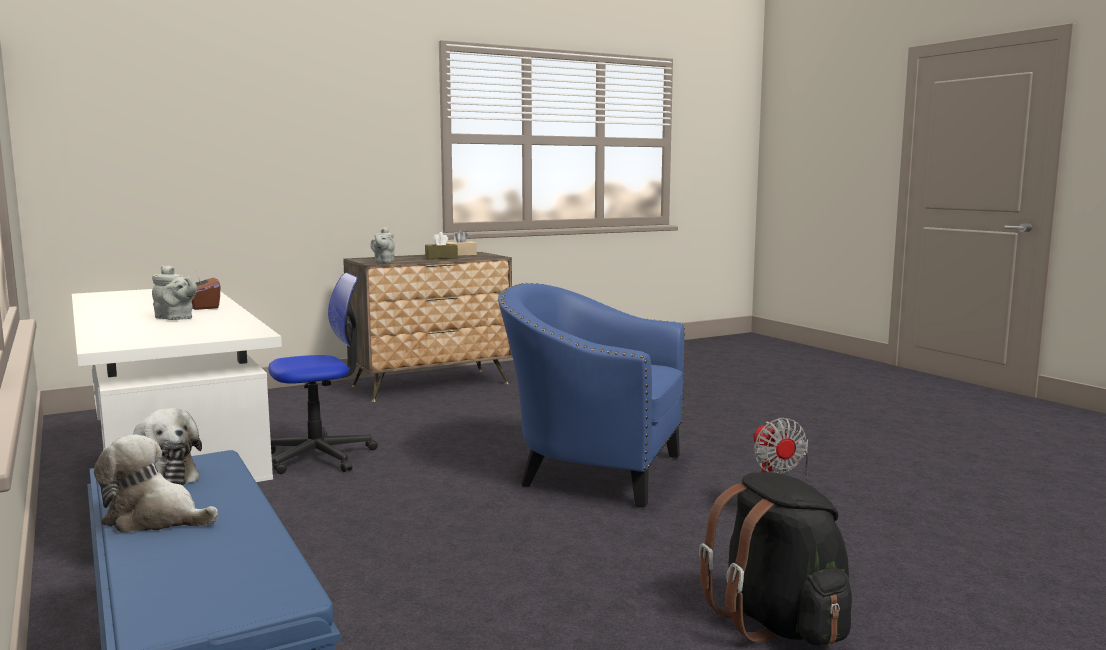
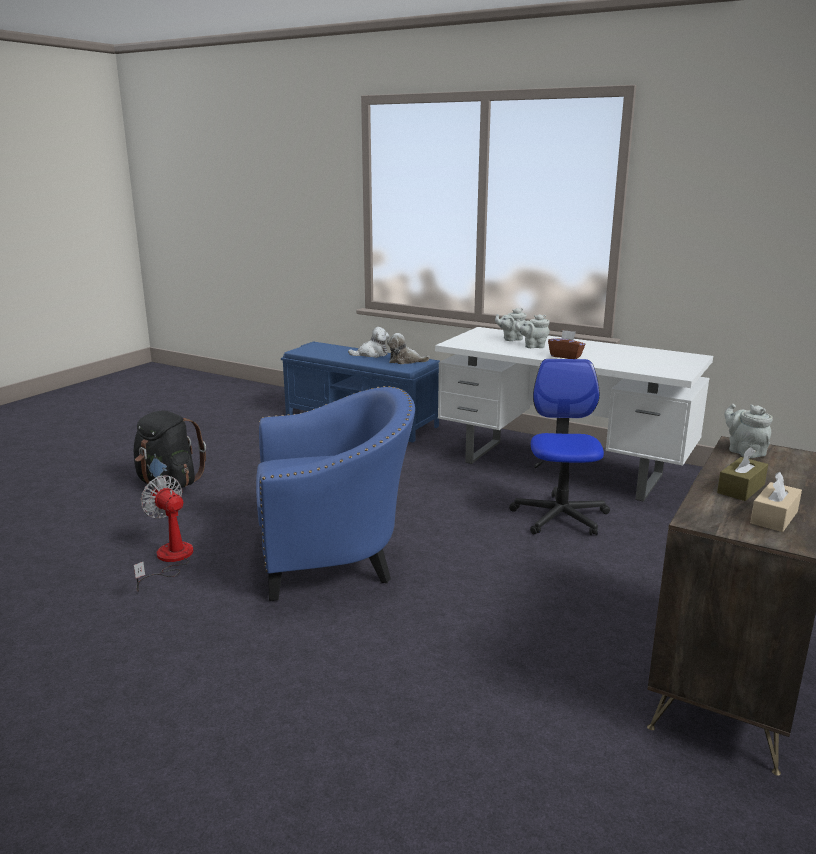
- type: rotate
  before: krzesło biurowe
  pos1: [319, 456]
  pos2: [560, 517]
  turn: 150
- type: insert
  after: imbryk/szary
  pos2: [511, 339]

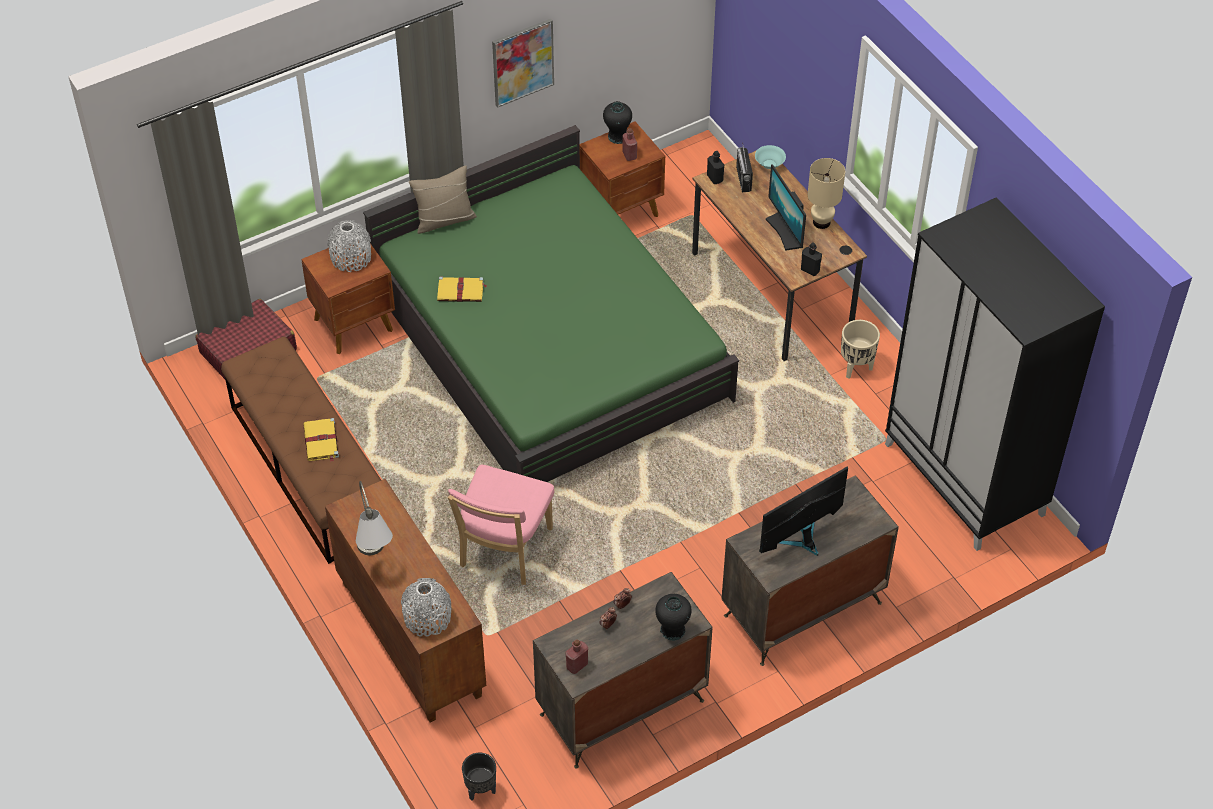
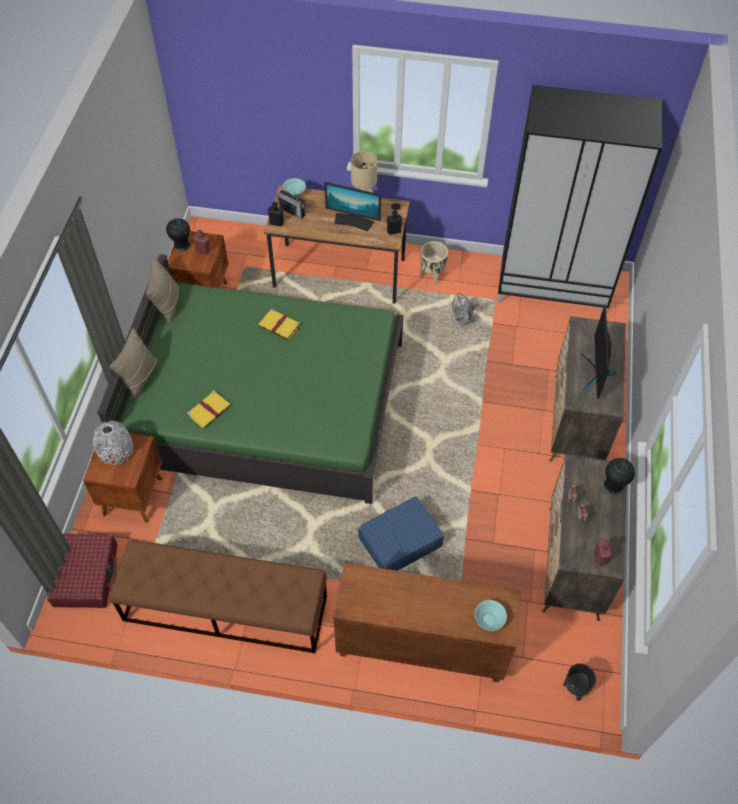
- type: move
  before: książka/żółty
  pos1: [321, 442]
  pos2: [280, 326]
- type: delete
  before: lampa stołowa/szary
  pos1: [374, 559]
- type: replace
  before: wazon/szary
  after: miska/turkusowy
  pos1: [427, 617]
  pos2: [489, 619]
- type: replace
  before: krzesło/różowy
  after: walizka/niebieski
  pos1: [503, 551]
  pos2: [399, 541]
- type: delete
  before: obraz
  pos1: [522, 62]
- type: insert
  after: poduszka/beżowy
  pos2: [167, 304]
- type: insert
  after: wentylator/szary
  pos2: [463, 322]

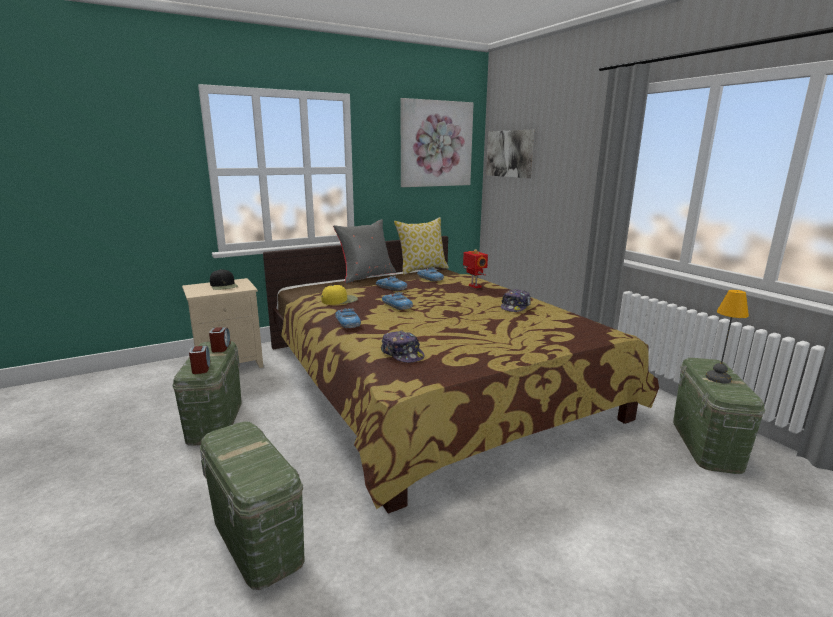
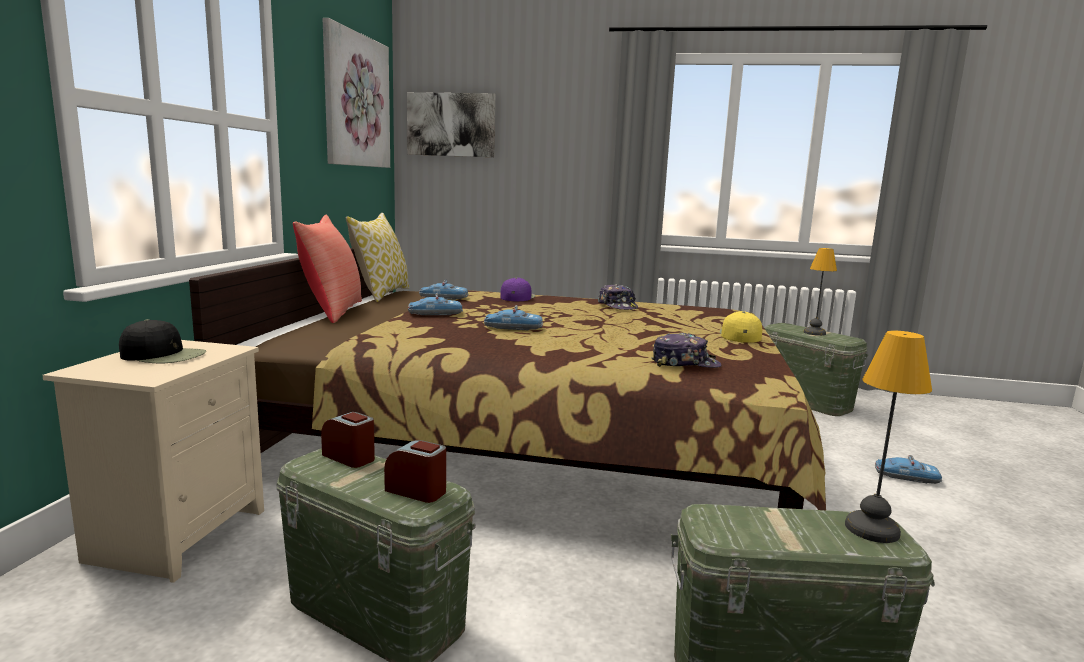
- type: move
  before: czapka z daszkiem/żółty
  pos1: [340, 300]
  pos2: [739, 335]
- type: recolor
  before: poduszka/szary
  after: poduszka/czerwony
  pos1: [366, 276]
  pos2: [332, 311]
- type: move
  before: samochodzik
  pos1: [347, 323]
  pos2: [906, 477]
- type: replace
  before: robot zabawkowy
  after: czapka z daszkiem/fioletowy
  pos1: [474, 286]
  pos2: [517, 297]
- type: insert
  after: lampa stołowa
  pos2: [873, 529]

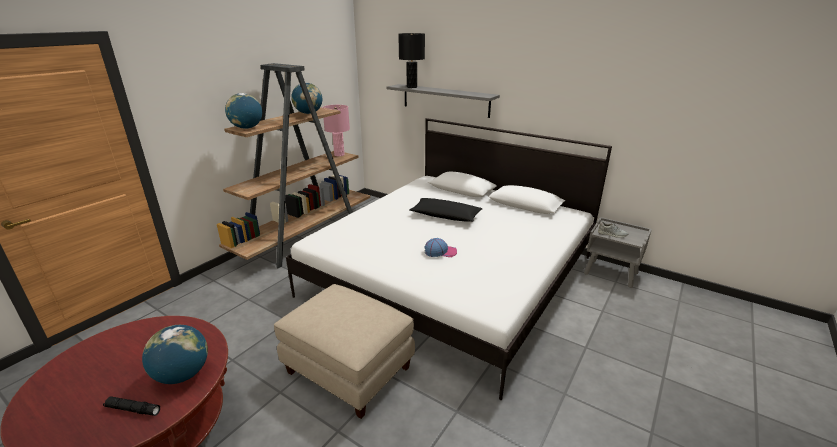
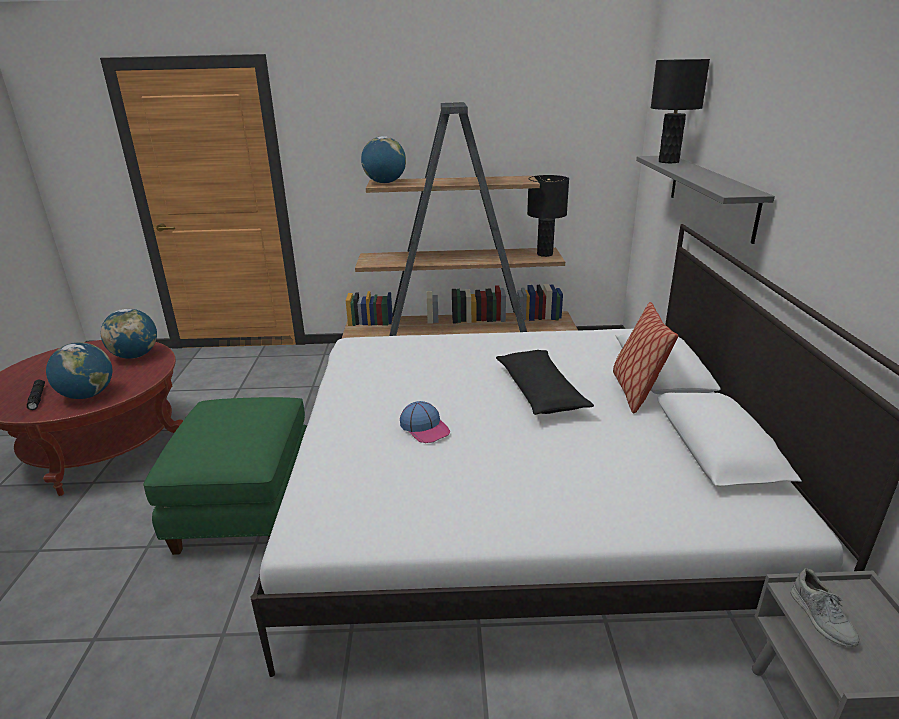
- type: recolor
  before: pufa/beżowy
  after: pufa/zielony
  pos1: [350, 369]
  pos2: [247, 506]
- type: move
  before: globus
  pos1: [308, 113]
  pos2: [135, 356]
- type: recolor
  before: lampa stołowa/różowy
  after: lampa stołowa/czarny
  pos1: [339, 154]
  pos2: [545, 254]
- type: insert
  after: poduszka
  pos2: [635, 392]

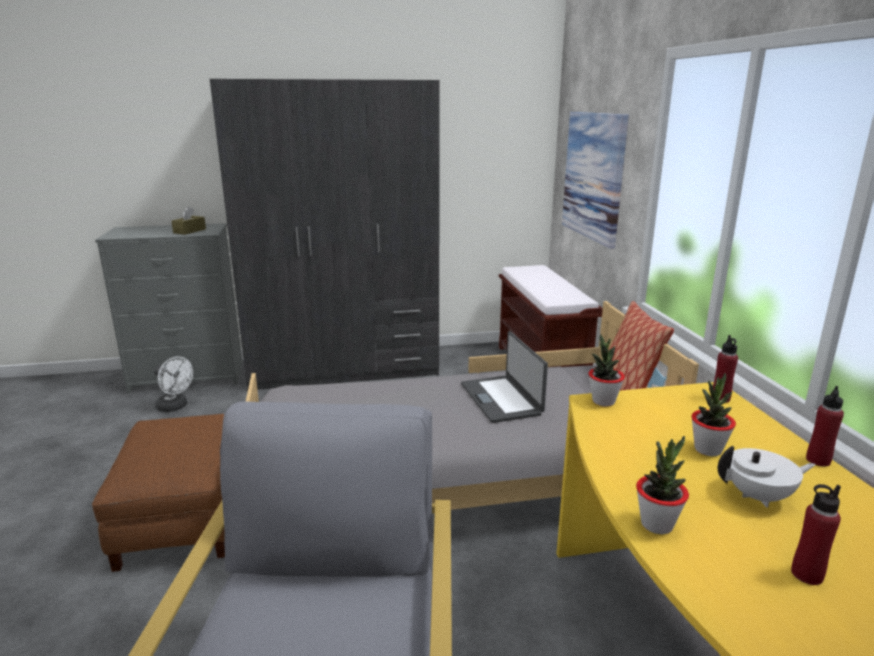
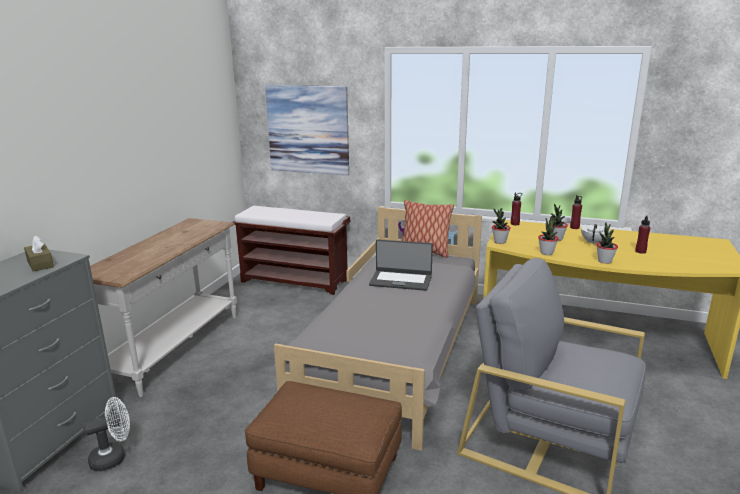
- type: replace
  before: szafa/szary
  after: stolik konsolowy/biały
  pos1: [344, 368]
  pos2: [176, 349]
- type: insert
  after: roślina doniczkowa
  pos2: [546, 253]

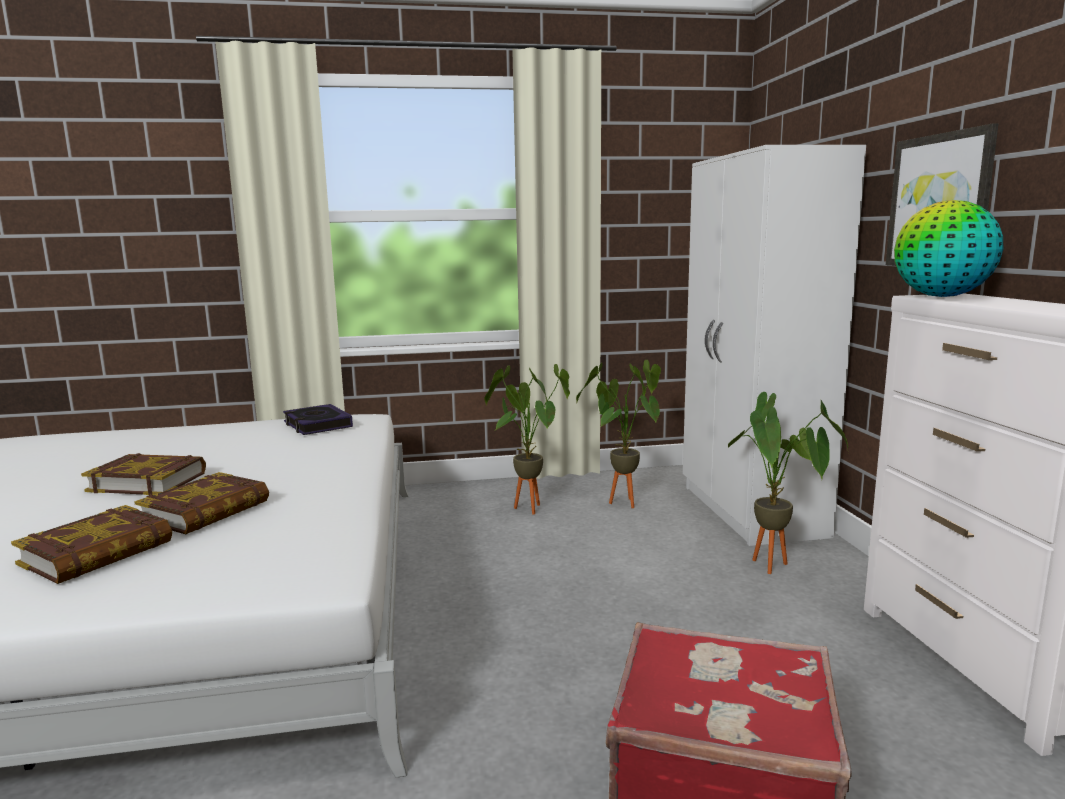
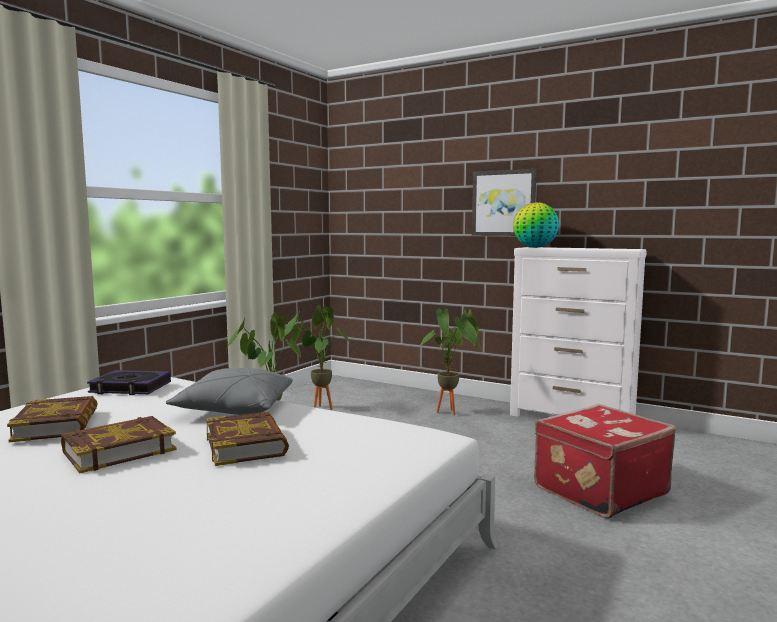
- type: move
  before: książka
  pos1: [97, 553]
  pos2: [57, 425]
- type: delete
  before: szafa/biały
  pos1: [750, 511]
- type: insert
  after: poduszka/szary
  pos2: [234, 409]

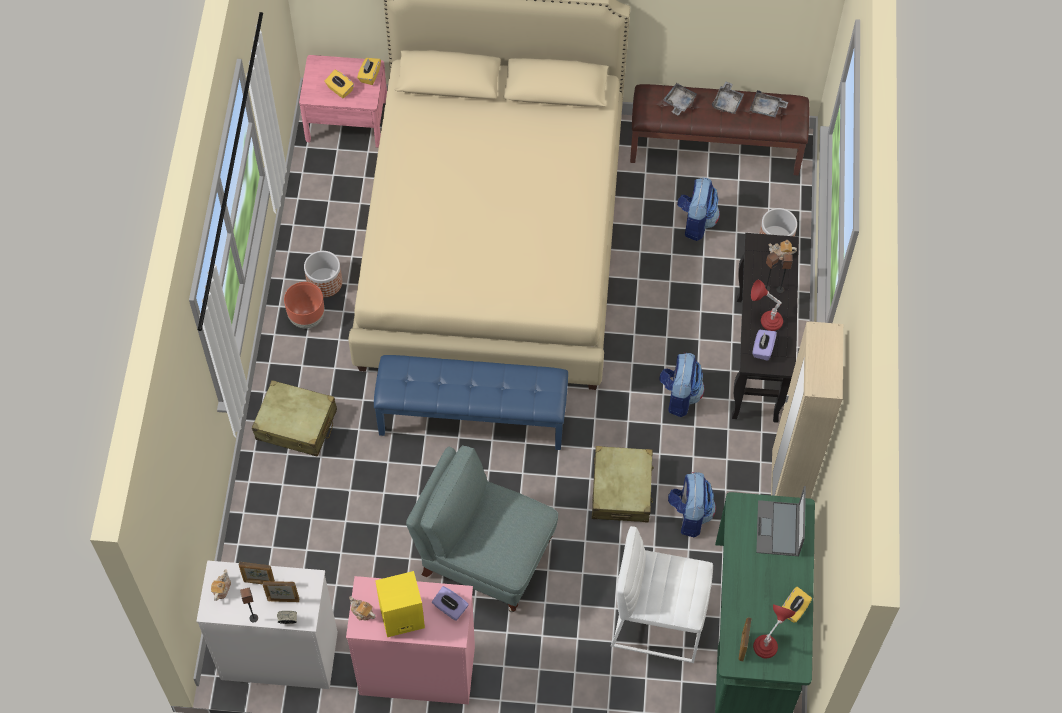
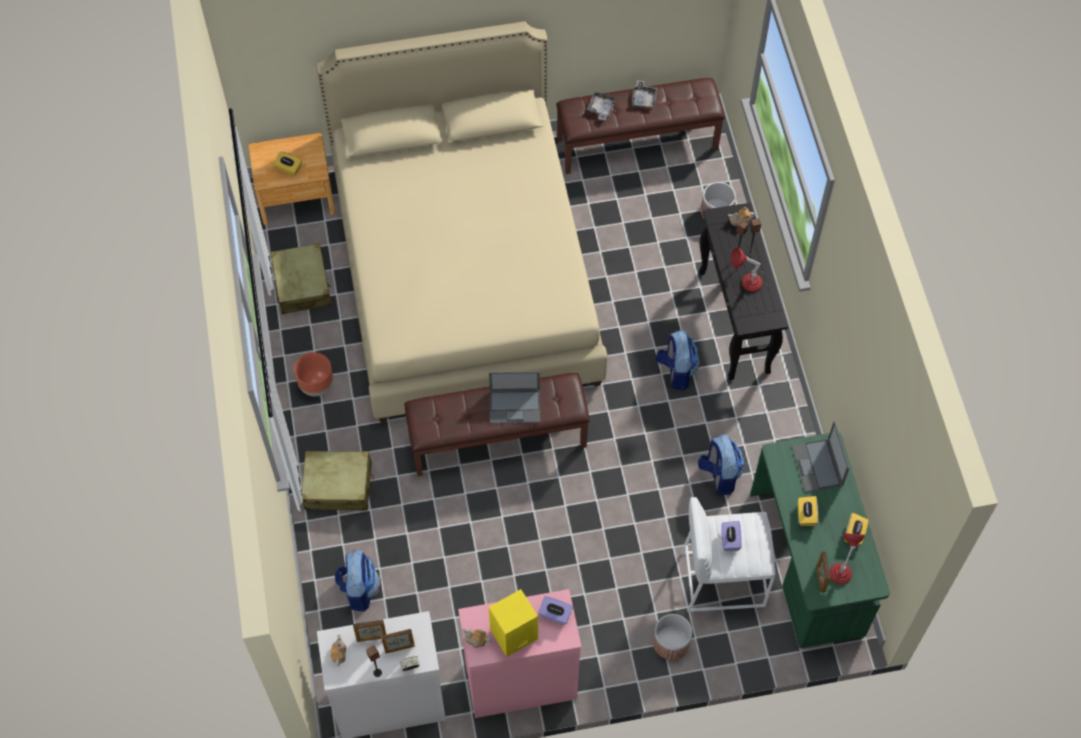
- type: recolor
  before: szafka nocna/różowy
  after: szafka nocna/brązowy
  pos1: [346, 120]
  pos2: [296, 196]
- type: move
  before: donica
  pos1: [324, 282]
  pos2: [671, 643]
- type: move
  before: pudełko chusteczek/żółty
  pos1: [369, 76]
  pos2: [806, 515]
- type: recolor
  before: ławka/niebieski
  after: ławka/brązowy
  pos1: [473, 417]
  pos2: [498, 438]
- type: delete
  before: fotel/szary
  pos1: [485, 557]
- type: move
  before: walizka/beżowy
  pos1: [621, 490]
  pos2: [302, 285]
- type: move
  before: plecak
  pos1: [696, 222]
  pos2: [359, 589]
- type: delete
  before: taca/szary
  pos1: [766, 108]
- type: move
  before: pudełko chusteczek/fioletowy
  pos1: [762, 349]
  pos2: [730, 540]
- type: delete
  before: szafa/beżowy
  pos1: [786, 488]
- type: insert
  after: laptop
  pos2: [515, 406]

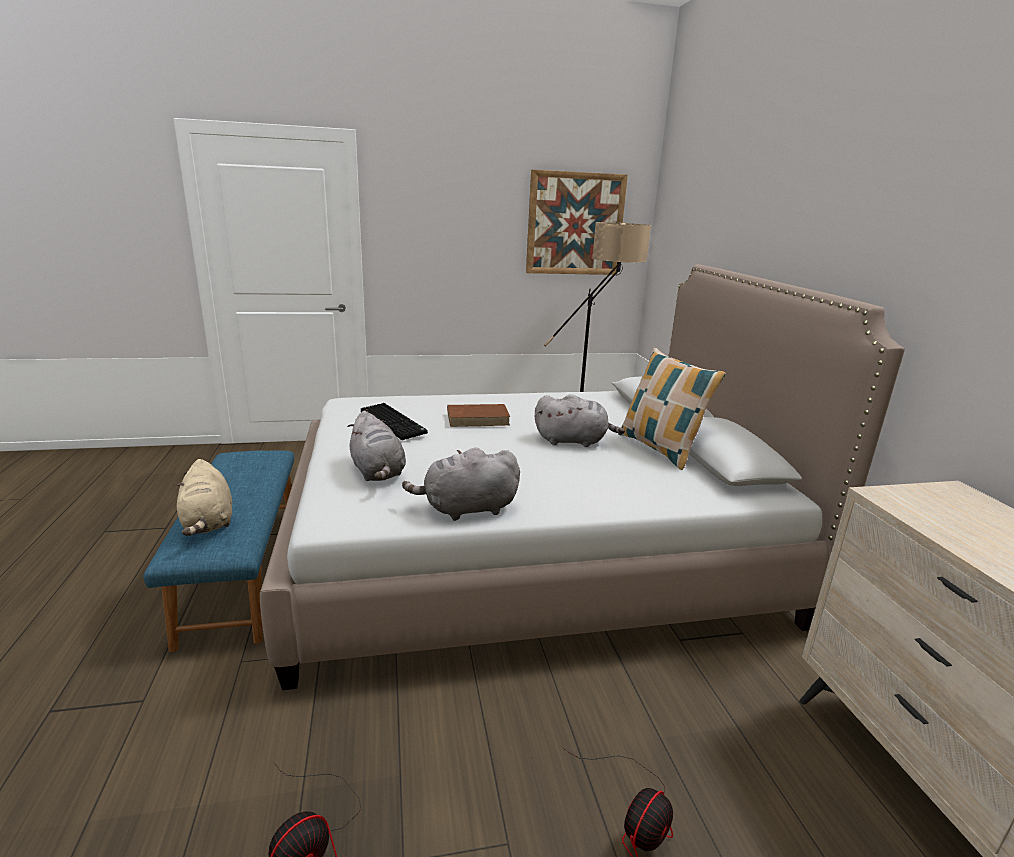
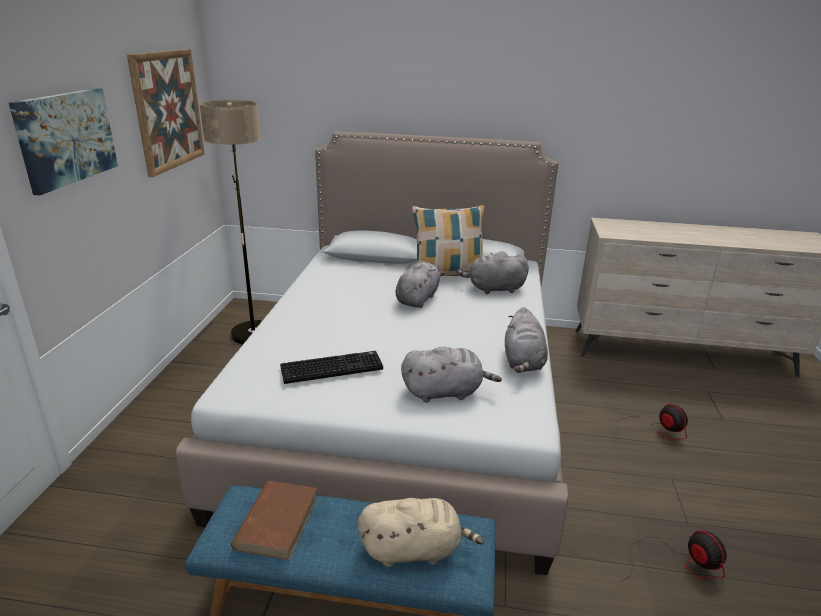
- type: move
  before: książka/brązowy
  pos1: [478, 418]
  pos2: [277, 521]
- type: insert
  after: obraz
  pos2: [66, 138]
- type: insert
  after: pluszak/szary
  pos2: [493, 289]

